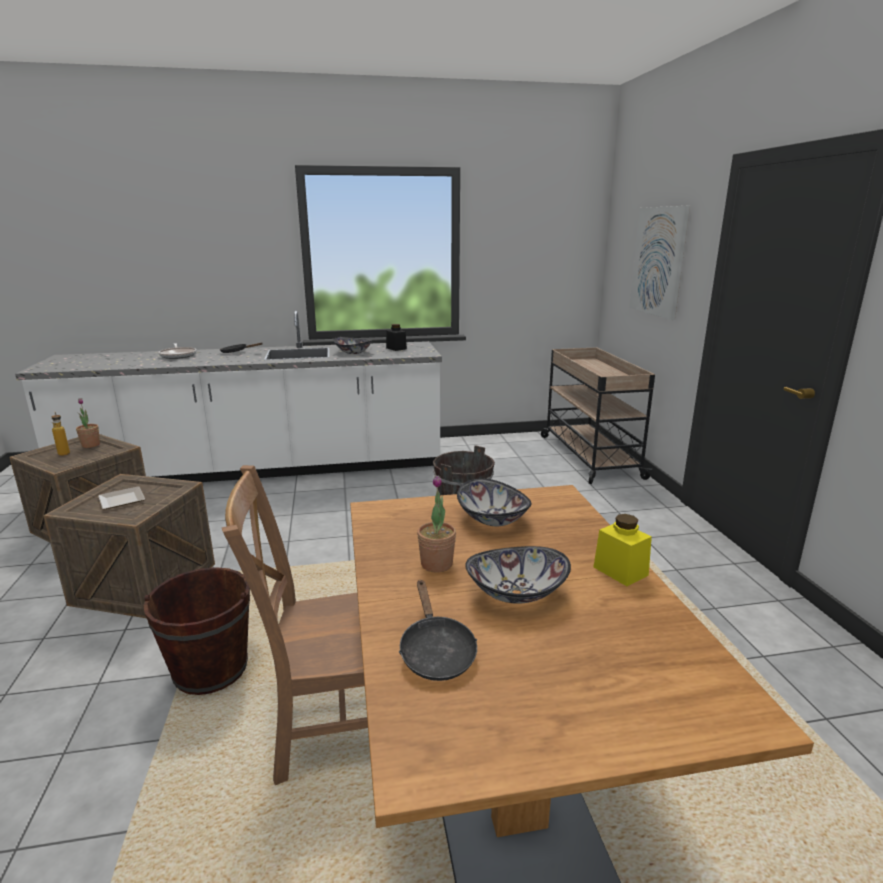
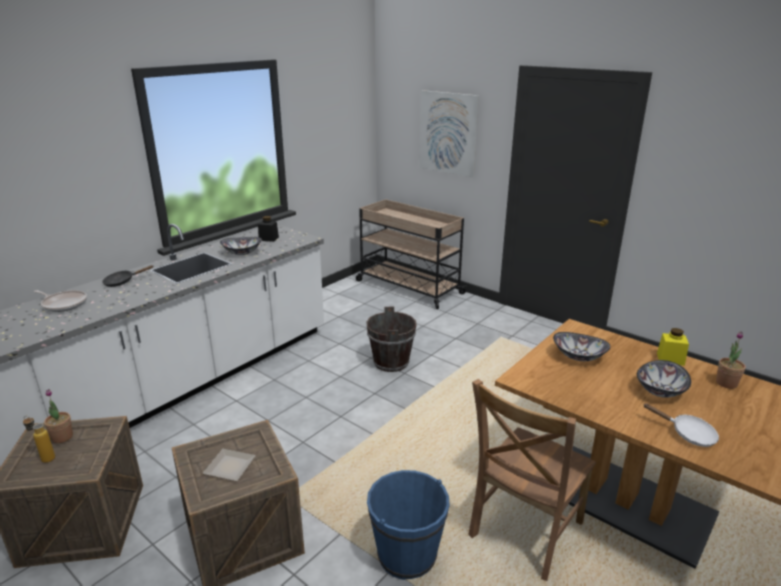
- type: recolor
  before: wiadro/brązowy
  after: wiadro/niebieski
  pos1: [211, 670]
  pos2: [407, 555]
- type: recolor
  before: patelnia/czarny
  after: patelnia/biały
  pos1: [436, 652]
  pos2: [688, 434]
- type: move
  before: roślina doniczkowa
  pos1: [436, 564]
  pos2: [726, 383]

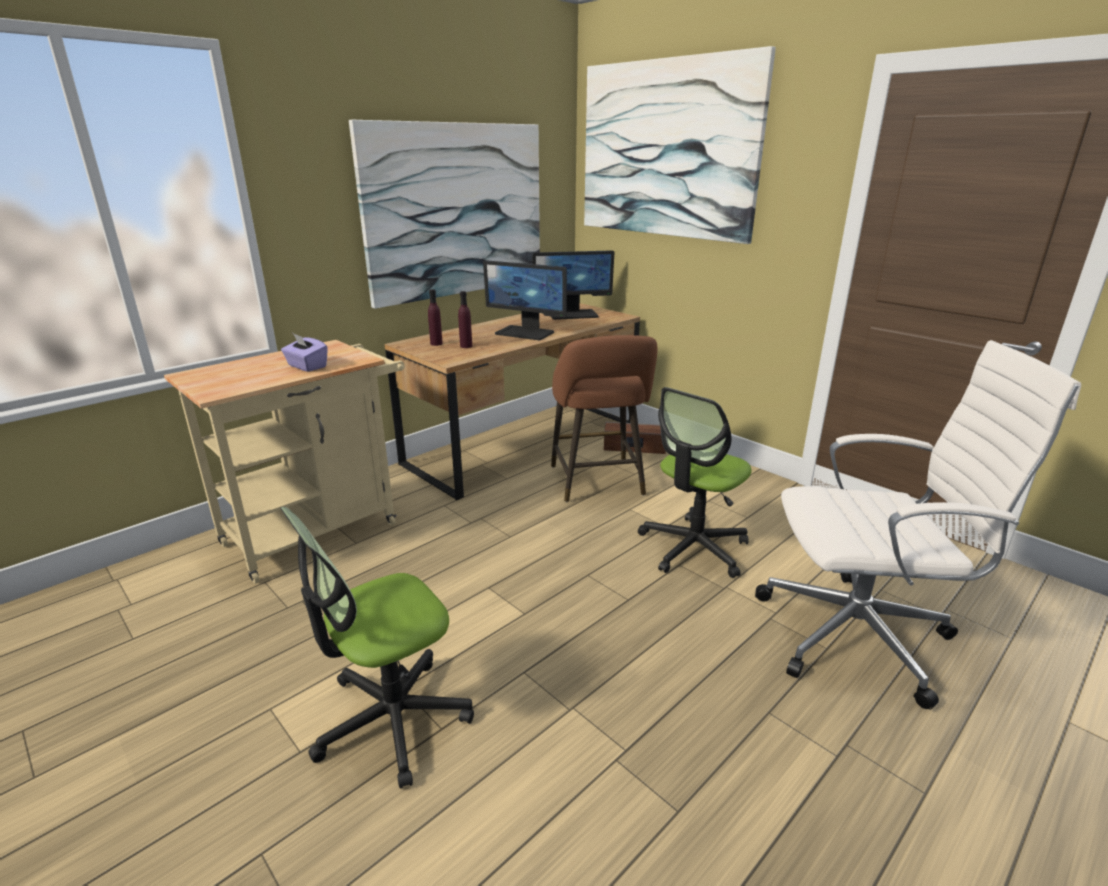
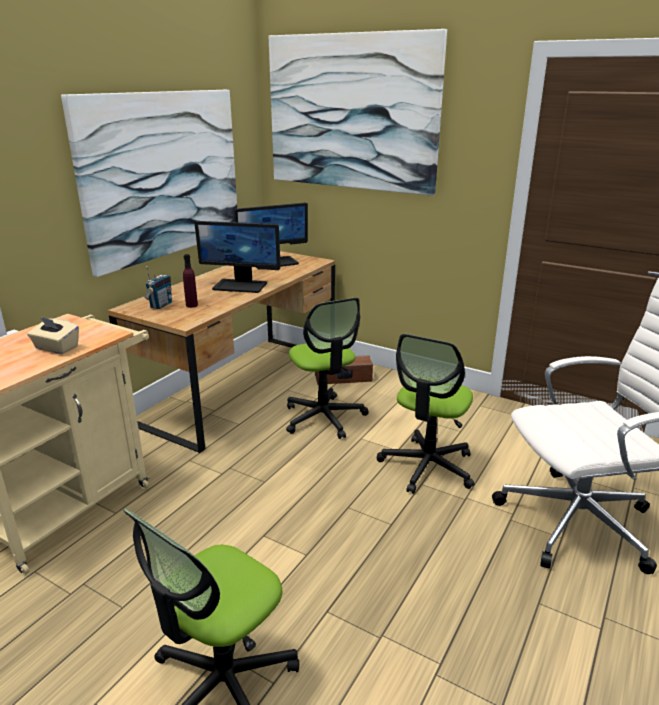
- type: recolor
  before: pudełko chusteczek/fioletowy
  after: pudełko chusteczek/beżowy
  pos1: [306, 366]
  pos2: [56, 348]
- type: replace
  before: butelka/fioletowy
  after: radio
  pos1: [436, 344]
  pos2: [161, 305]
- type: replace
  before: stołek/brązowy
  after: krzesło biurowe
  pos1: [598, 483]
  pos2: [324, 417]

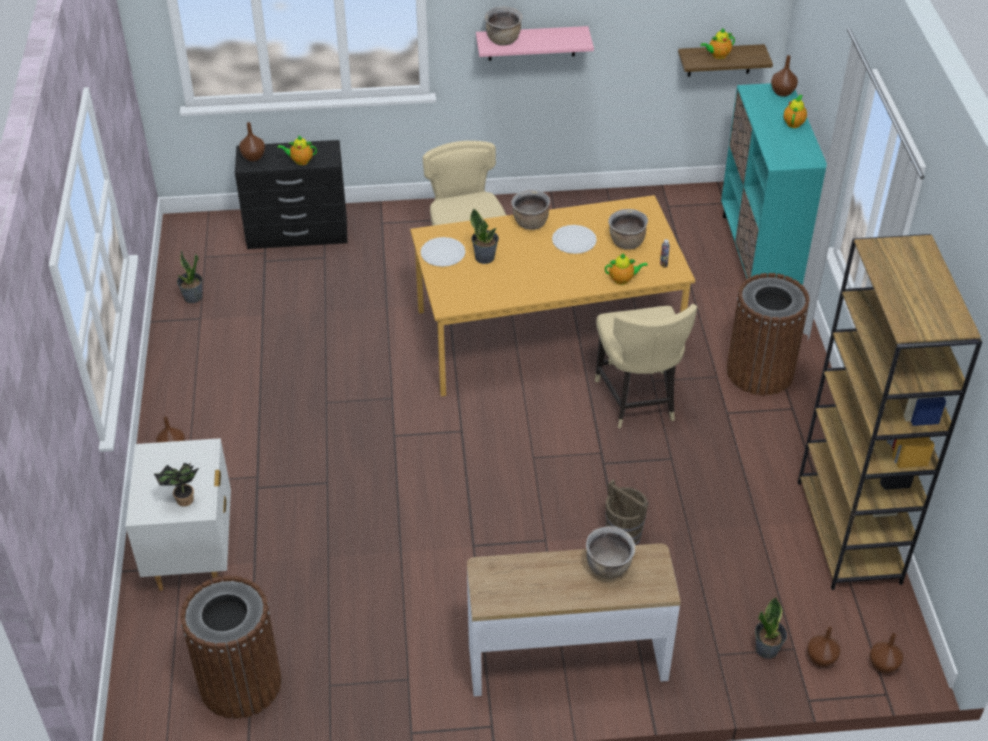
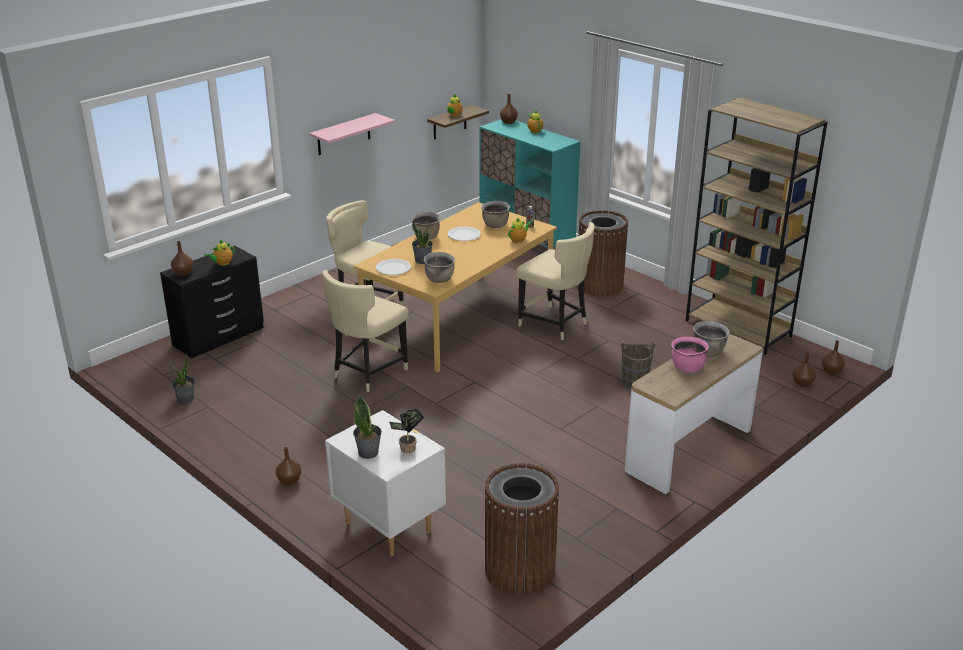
- type: move
  before: garnek/brązowy
  pos1: [503, 40]
  pos2: [440, 279]
- type: move
  before: roślina doniczkowa
  pos1: [767, 649]
  pos2: [368, 452]
- type: insert
  after: krzesło/beżowy
  pos2: [367, 373]
- type: insert
  after: garnek/różowy
  pos2: [687, 368]

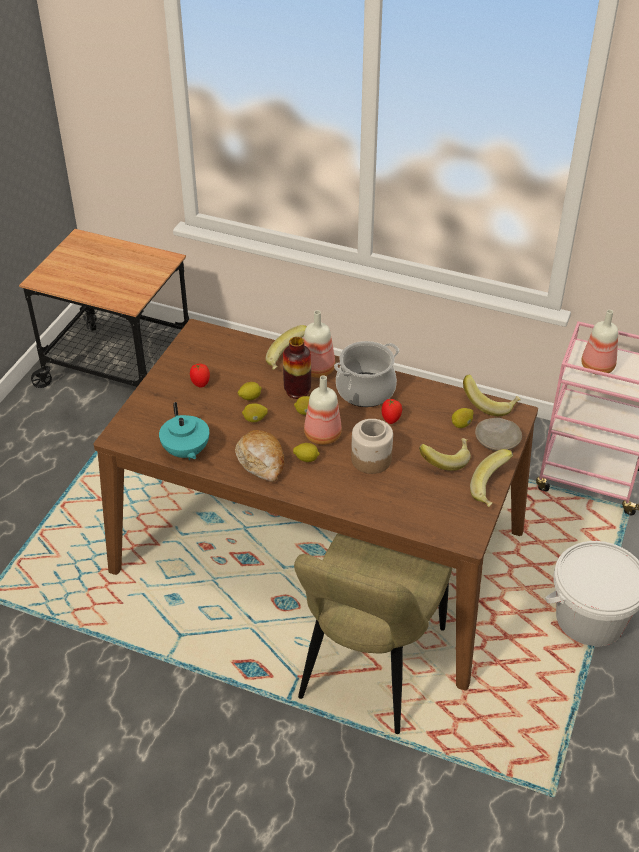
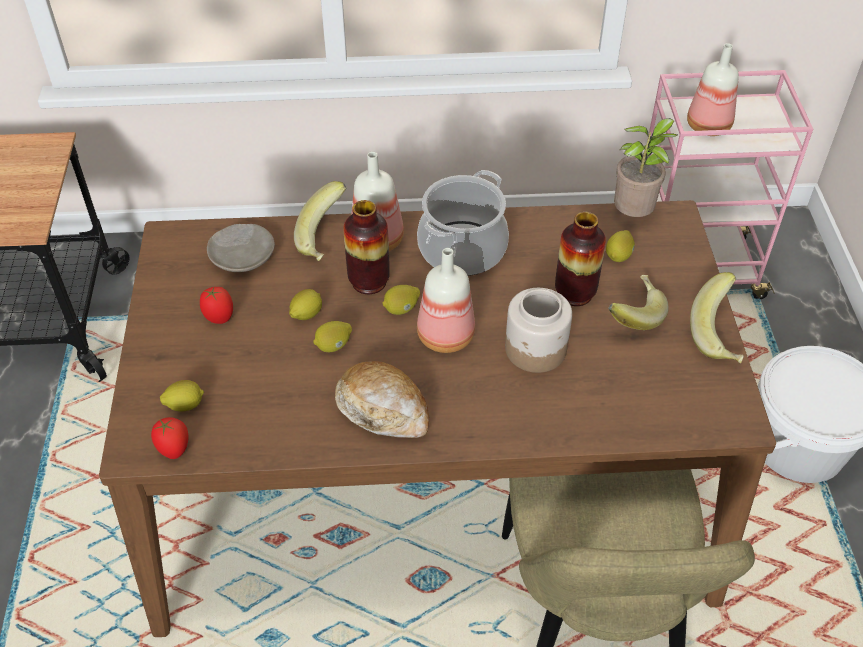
- type: delete
  before: imbryk/turkusowy
  pos1: [186, 452]
- type: move
  before: cytryna
  pos1: [306, 459]
  pos2: [185, 405]
- type: move
  before: pomidor
  pos1: [391, 419]
  pos2: [174, 449]
- type: replace
  before: banan
  after: roślina doniczkowa
  pos1: [490, 404]
  pos2: [634, 215]
- type: move
  before: talerz/beżowy
  pos1: [497, 440]
  pos2: [243, 255]
- type: insert
  after: wazon
  pos2: [575, 293]

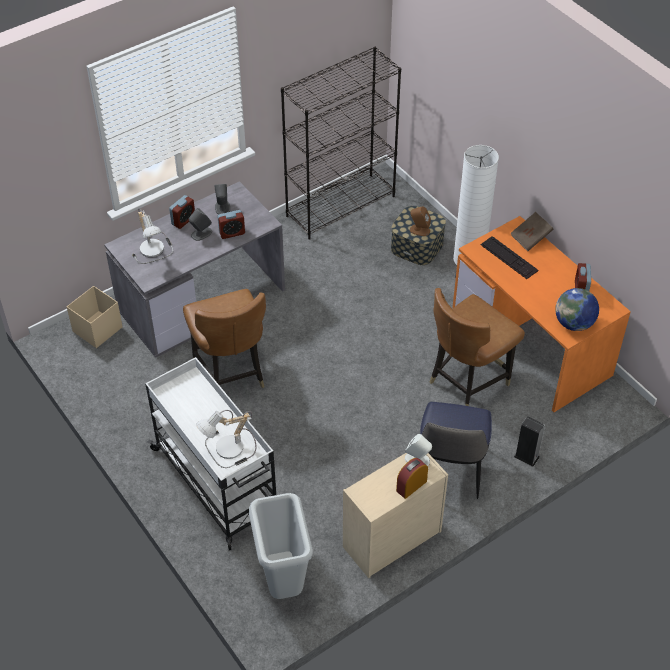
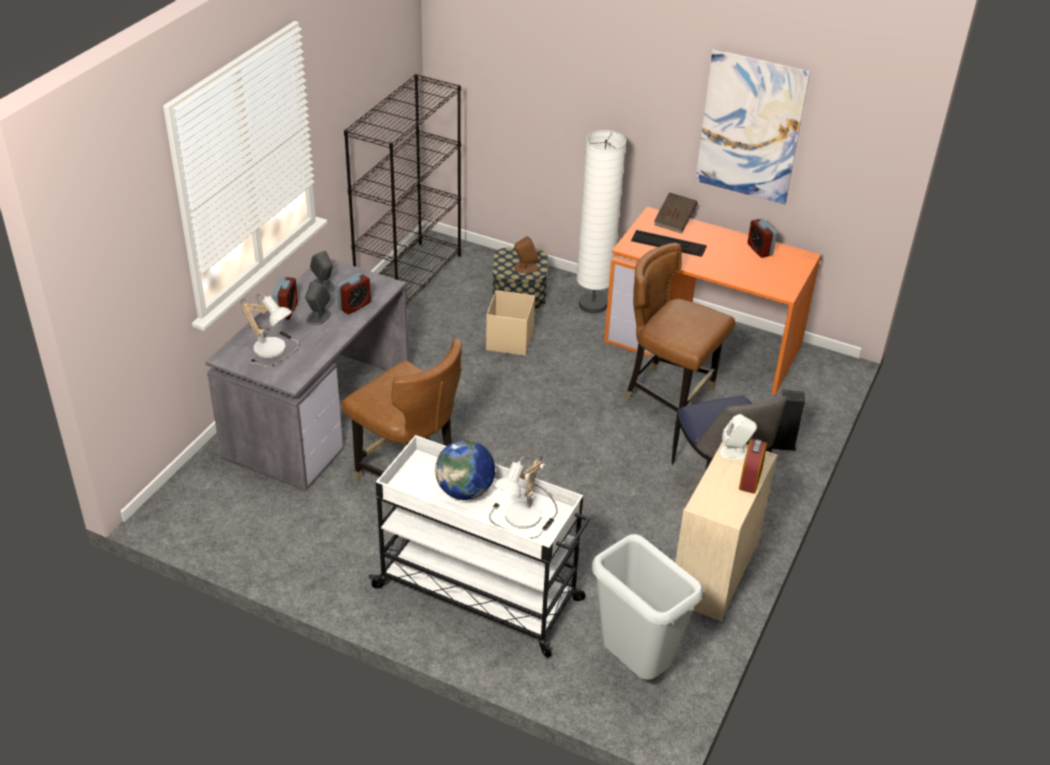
- type: move
  before: pojemnik do przechowywania/beżowy
  pos1: [97, 330]
  pos2: [509, 341]
- type: rotate
  before: krzesło/brązowy
  pos1: [467, 381]
  pos2: [669, 396]
  turn: 105
- type: move
  before: globus
  pos1: [574, 323]
  pos2: [465, 491]
- type: insert
  after: obraz
  pos2: [750, 128]

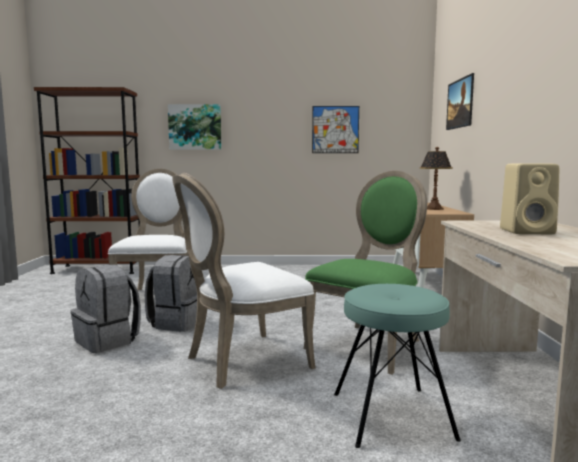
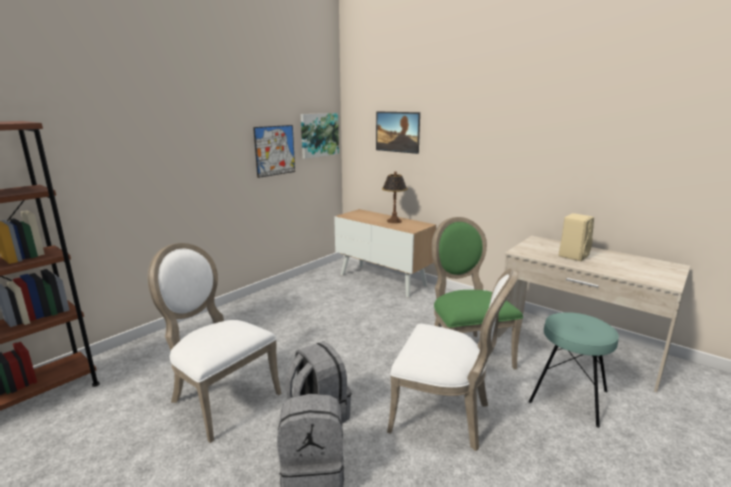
- type: move
  before: obraz
  pos1: [195, 127]
  pos2: [319, 135]
- type: rotate
  before: krzesło/biały
  pos1: [242, 361]
  pos2: [445, 415]
  turn: -75

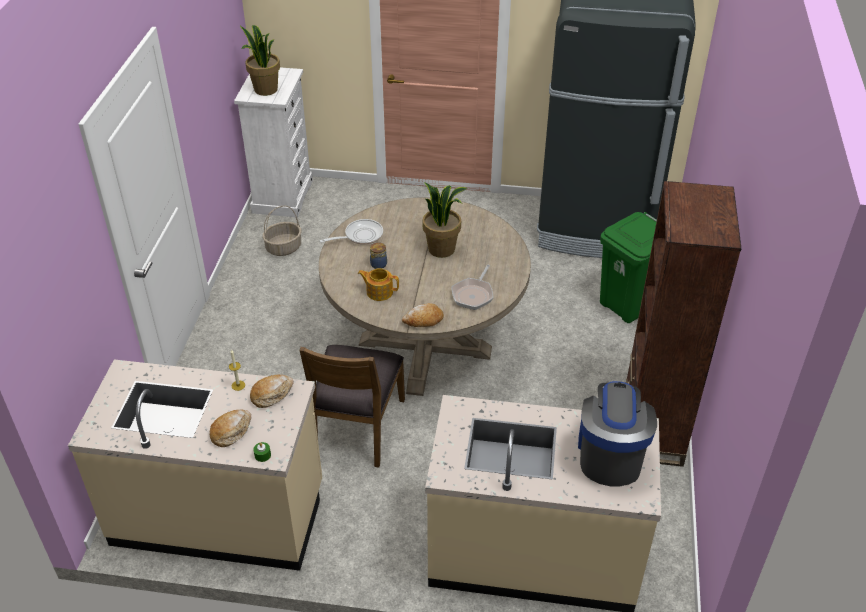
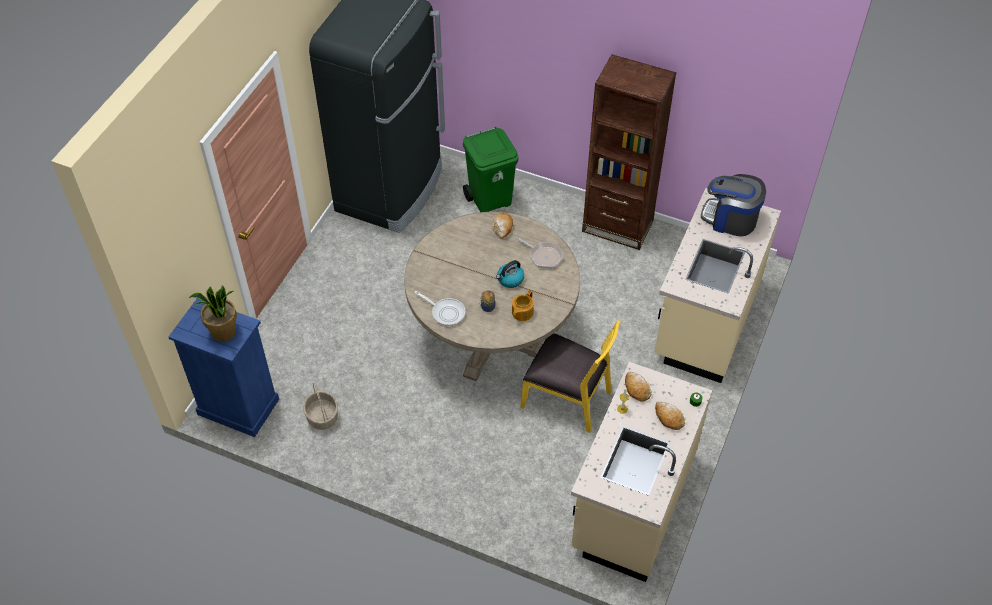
- type: recolor
  before: komoda/biały
  after: komoda/niebieski
  pos1: [282, 196]
  pos2: [238, 407]
- type: recolor
  before: krzesło/brązowy
  after: krzesło/żółty
  pos1: [357, 427]
  pos2: [567, 398]
- type: rotate
  before: patelnia
  pos1: [360, 236]
  pos2: [446, 312]
  turn: 135
- type: move
  before: chleb
  pos1: [423, 320]
  pos2: [502, 227]
- type: delete
  before: roślina doniczkowa
  pos1: [442, 249]
- type: insert
  after: czajnik
  pos2: [510, 279]

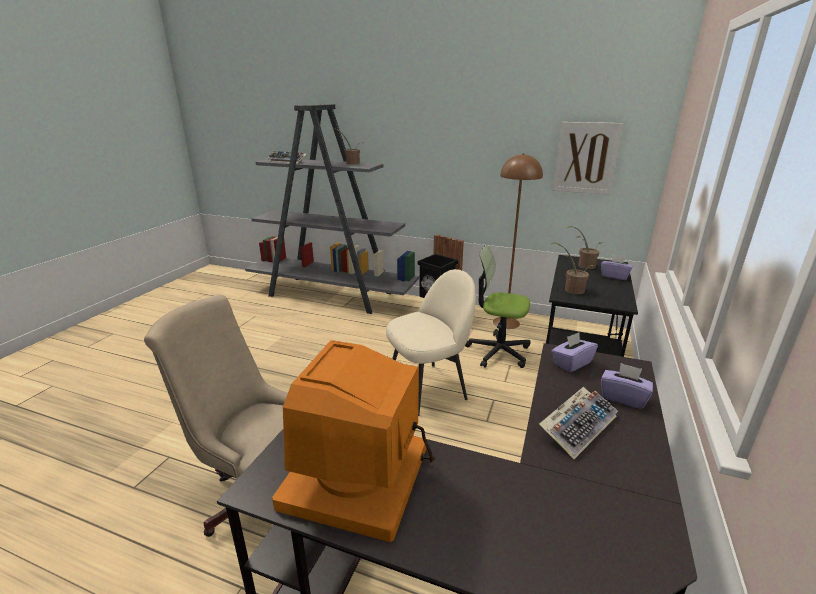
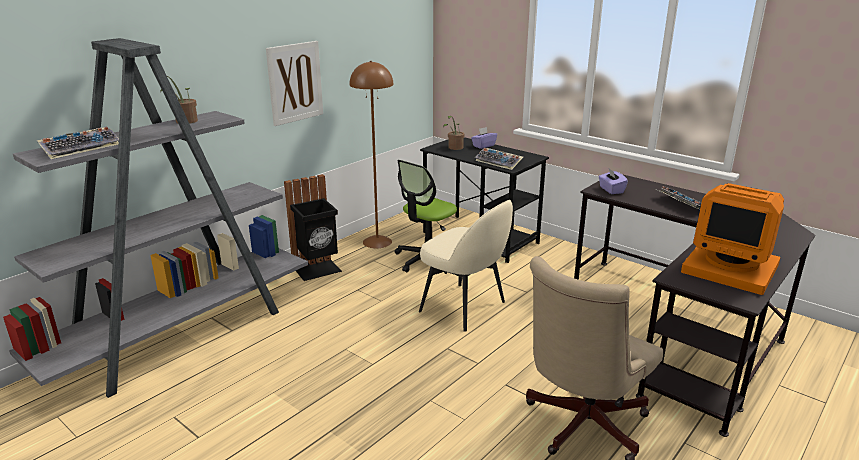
- type: rotate
  before: krzesło/beżowy
  pos1: [428, 387]
  pos2: [464, 307]
  turn: 135
- type: replace
  before: roślina doniczkowa
  after: klawiatura
  pos1: [571, 289]
  pos2: [499, 162]
- type: move
  before: obraz
  pos1: [586, 158]
  pos2: [295, 82]
- type: delete
  before: pudełko chusteczek/fioletowy
  pos1: [623, 397]

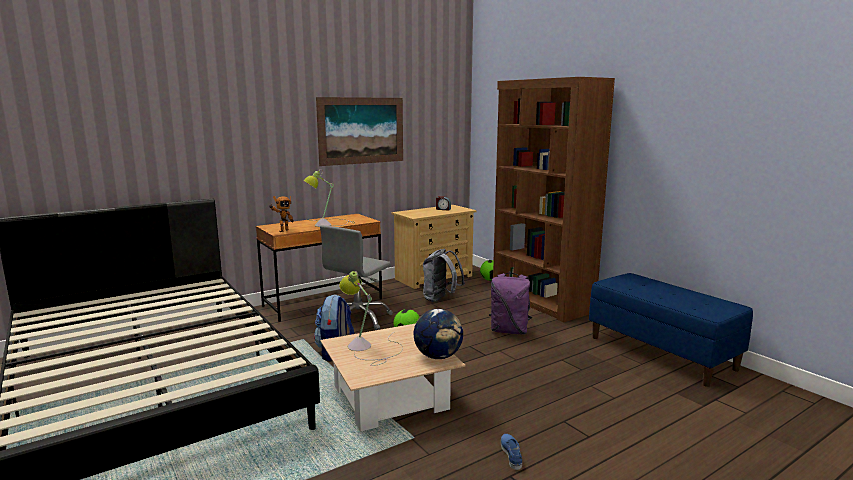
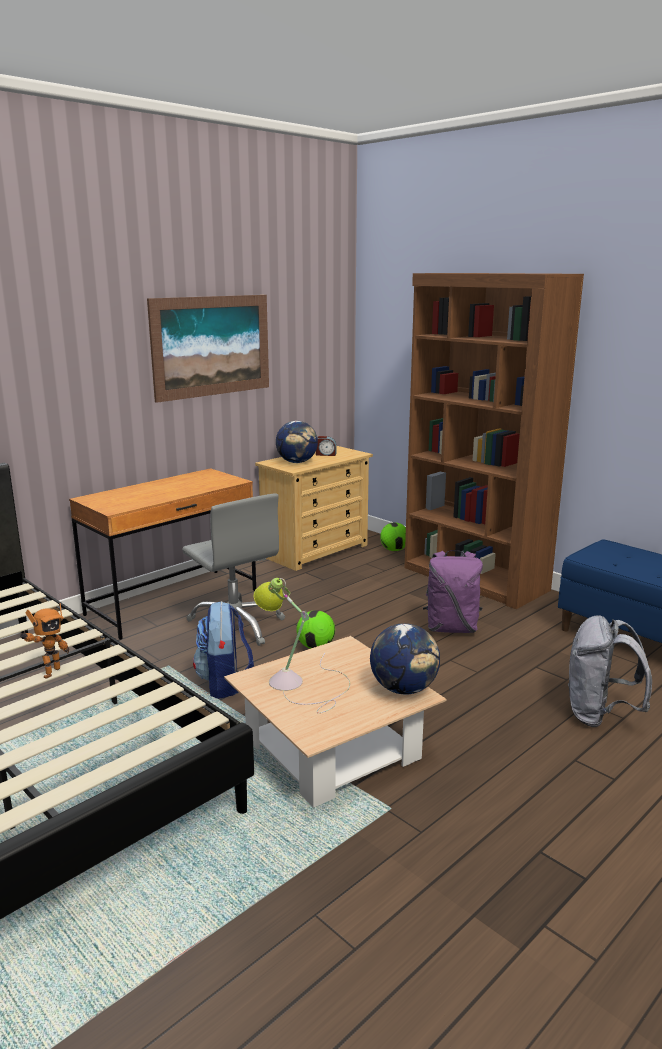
- type: move
  before: robot zabawkowy
  pos1: [282, 230]
  pos2: [49, 672]
- type: delete
  before: lampa stołowa
  pos1: [327, 223]
- type: rotate
  before: krzesło biurowe/szary
  pos1: [358, 319]
  pos2: [235, 626]
  turn: -60
- type: move
  before: plecak/szary
  pos1: [441, 299]
  pos2: [599, 715]
- type: delete
  before: but/niebieski
  pos1: [511, 453]
- type: insert
  after: globus
  pos2: [297, 462]

